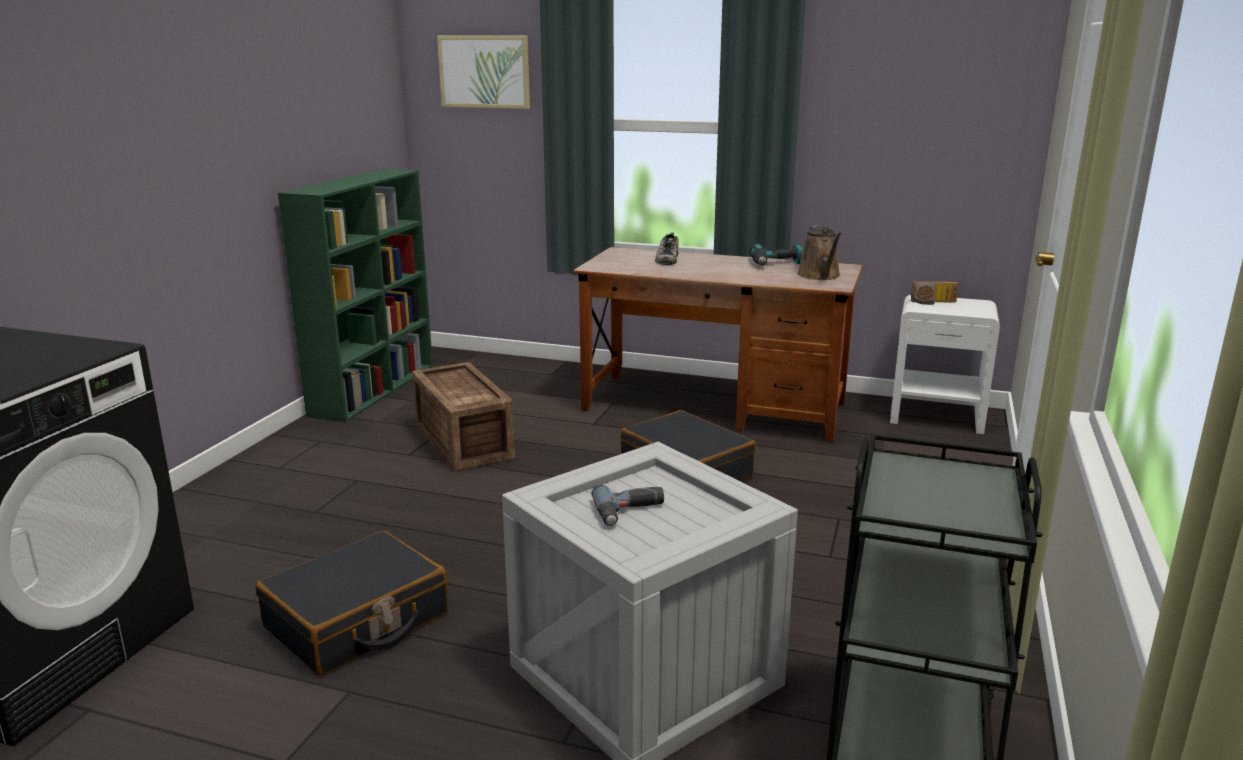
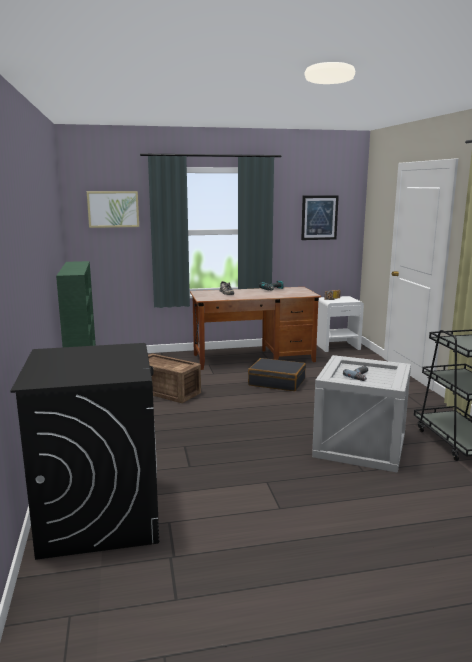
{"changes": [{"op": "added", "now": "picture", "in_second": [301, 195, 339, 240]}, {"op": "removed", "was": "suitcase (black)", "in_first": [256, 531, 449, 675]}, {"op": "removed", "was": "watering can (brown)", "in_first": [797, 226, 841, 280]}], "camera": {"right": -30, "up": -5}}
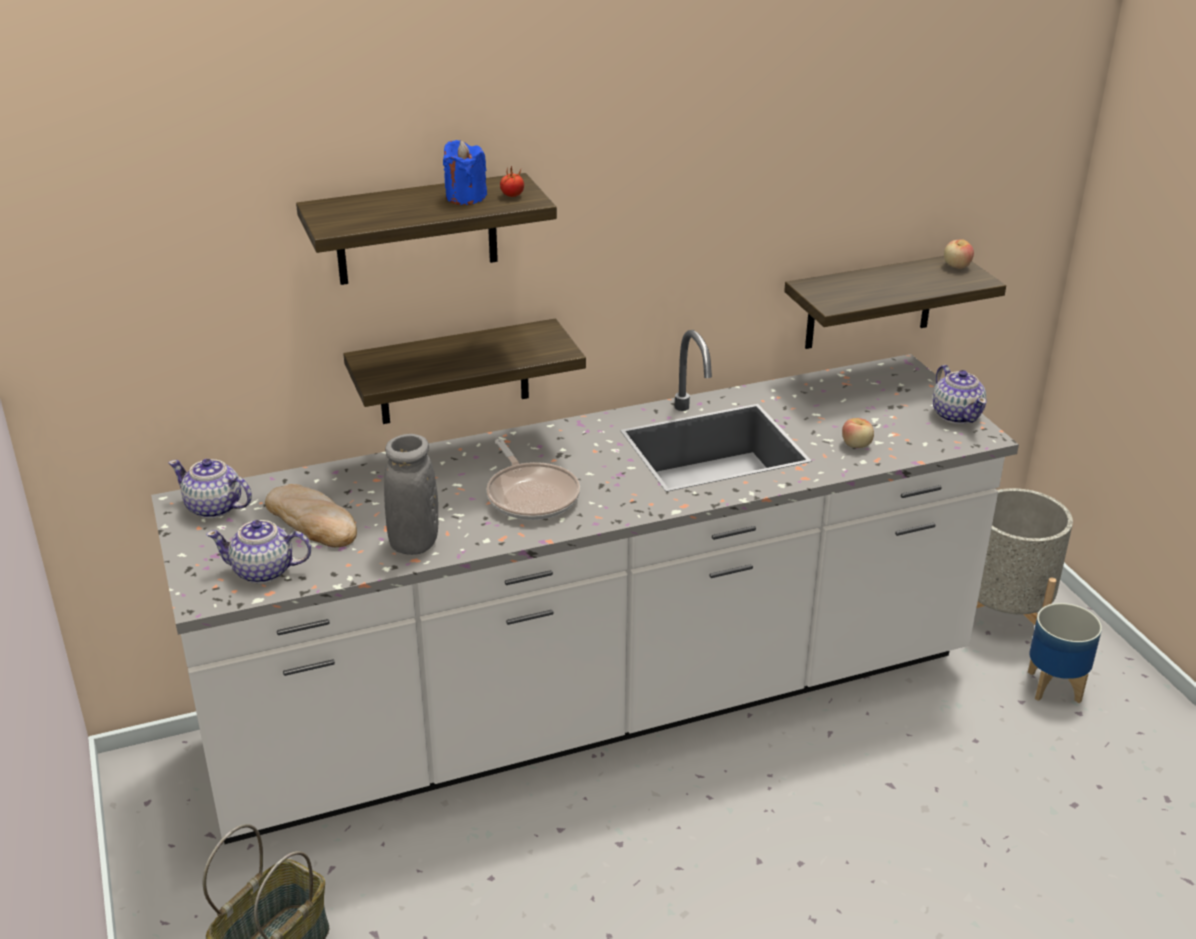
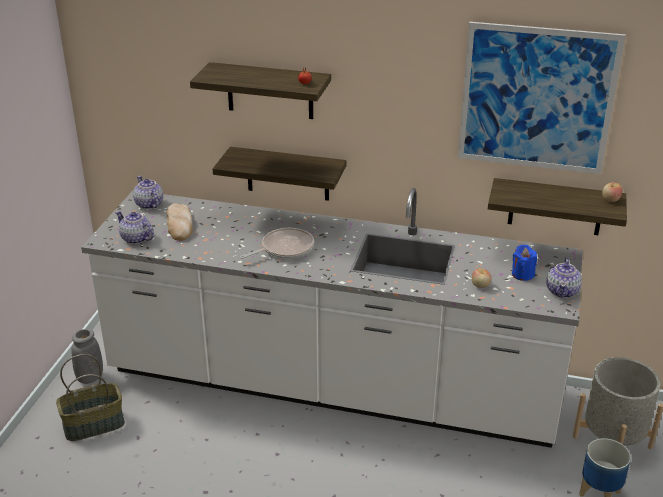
{"changes": [{"op": "moved", "was": "vase (grey)", "in_first": [384, 434, 438, 555], "in_second": [71, 329, 103, 384]}, {"op": "turned", "was": "frying pan", "in_first": [487, 439, 580, 520], "in_second": [240, 228, 314, 259], "clockwise": -135}, {"op": "added", "now": "picture", "in_second": [458, 22, 626, 174]}, {"op": "moved", "was": "candle (blue)", "in_first": [443, 140, 487, 205], "in_second": [512, 245, 537, 281]}], "camera": {"right": 35, "up": 0}}
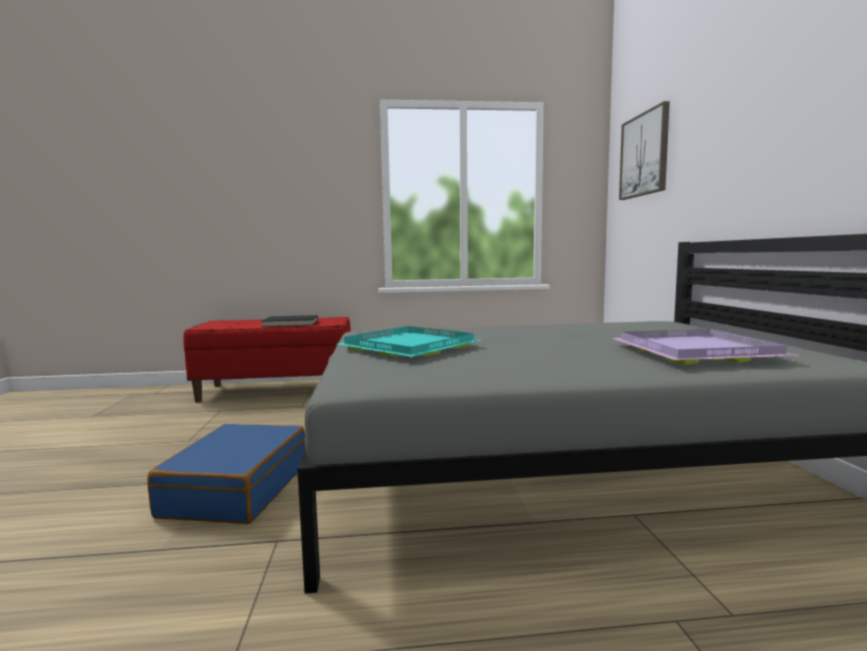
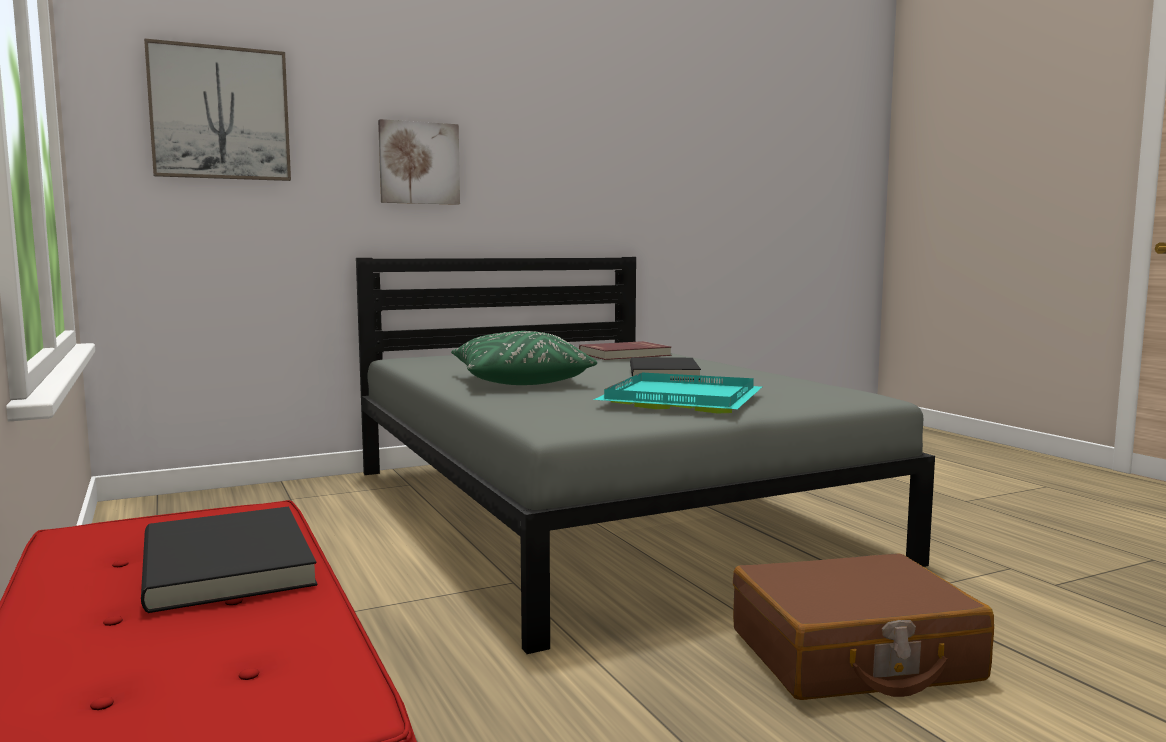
{"changes": [{"op": "added", "now": "picture", "in_second": [378, 119, 460, 205]}, {"op": "added", "now": "pillow (green)", "in_second": [451, 331, 597, 385]}, {"op": "replaced", "was": "tray (purple)", "now": "book (red)", "in_first": [612, 329, 799, 365], "in_second": [579, 341, 671, 360]}, {"op": "added", "now": "book (black)", "in_second": [630, 357, 701, 380]}, {"op": "recoloured", "was": "suitcase (blue)", "now": "suitcase (brown)", "in_first": [148, 424, 306, 524], "in_second": [733, 553, 994, 700]}], "camera": {"right": -110, "up": 0}}
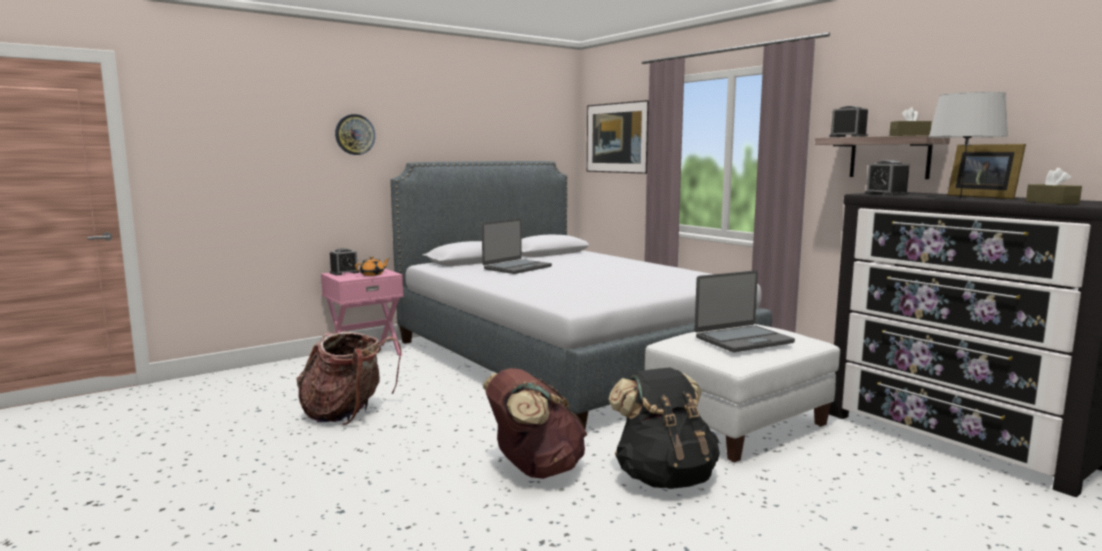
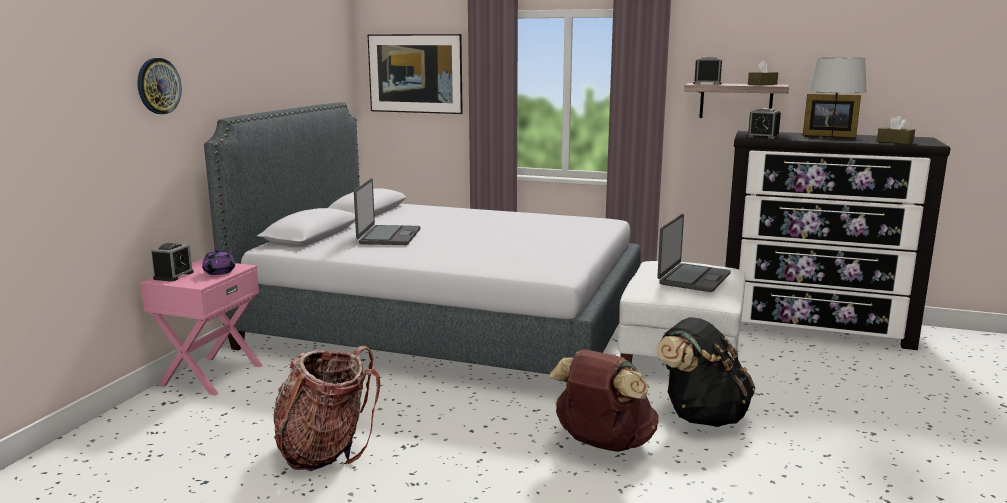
{"changes": [{"op": "recoloured", "was": "teapot (orange)", "now": "teapot (purple)", "in_first": [355, 256, 390, 276], "in_second": [202, 247, 235, 275]}], "camera": {"right": -35, "up": 5}}
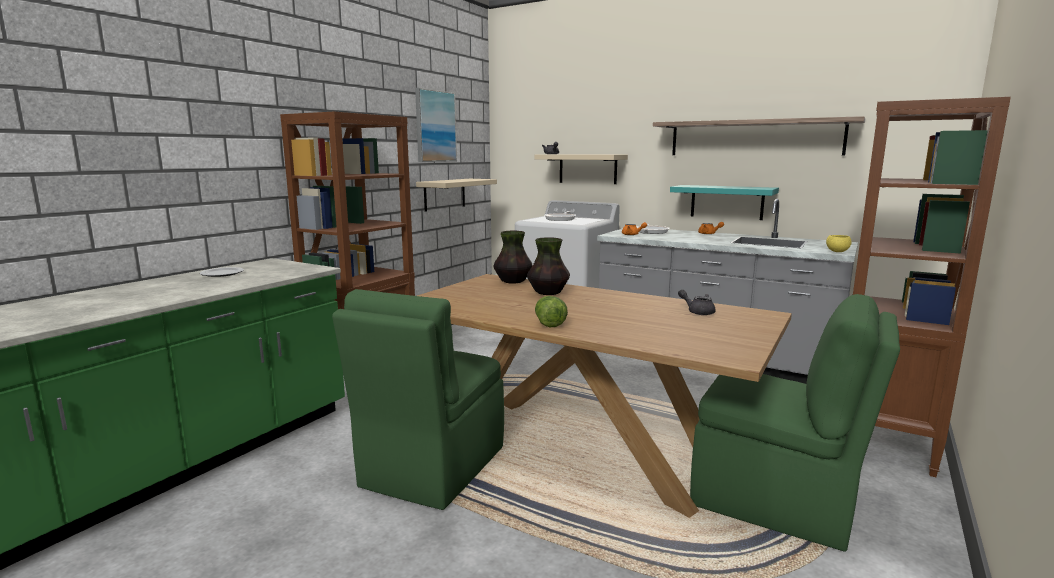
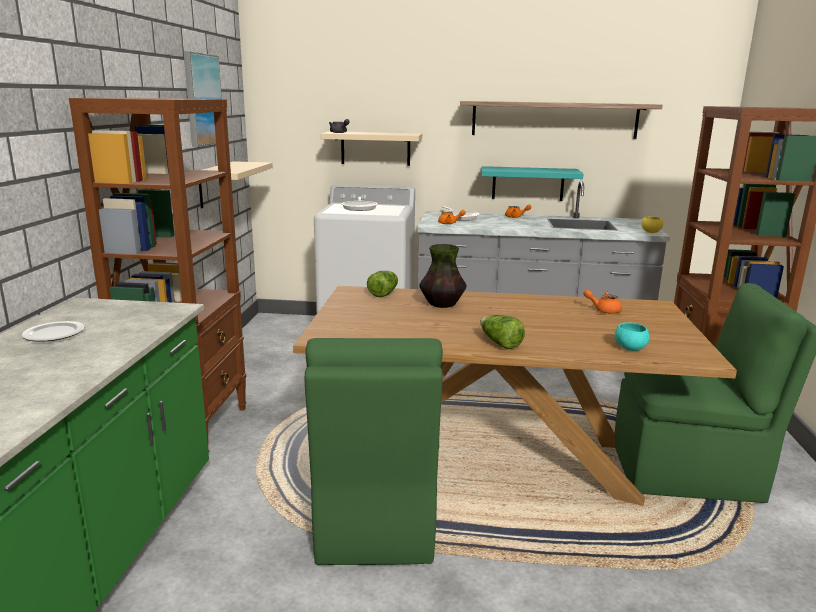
{"changes": [{"op": "replaced", "was": "vase", "now": "lettuce", "in_first": [494, 231, 532, 283], "in_second": [367, 271, 398, 297]}, {"op": "recoloured", "was": "teapot (grey)", "now": "teapot (orange)", "in_first": [678, 289, 716, 315], "in_second": [583, 290, 622, 314]}, {"op": "added", "now": "bowl (turquoise)", "in_second": [615, 322, 649, 351]}], "camera": {"right": -25, "up": 5}}
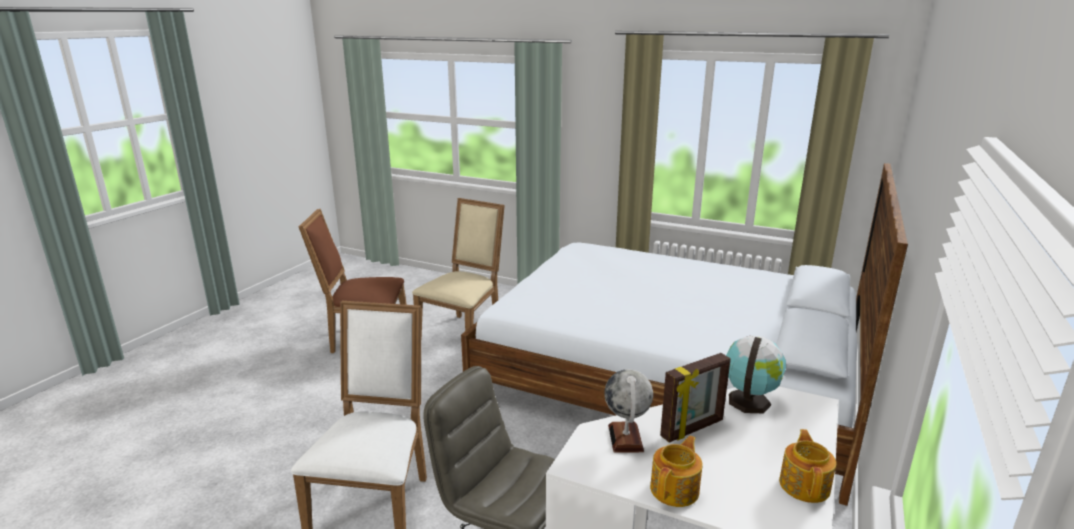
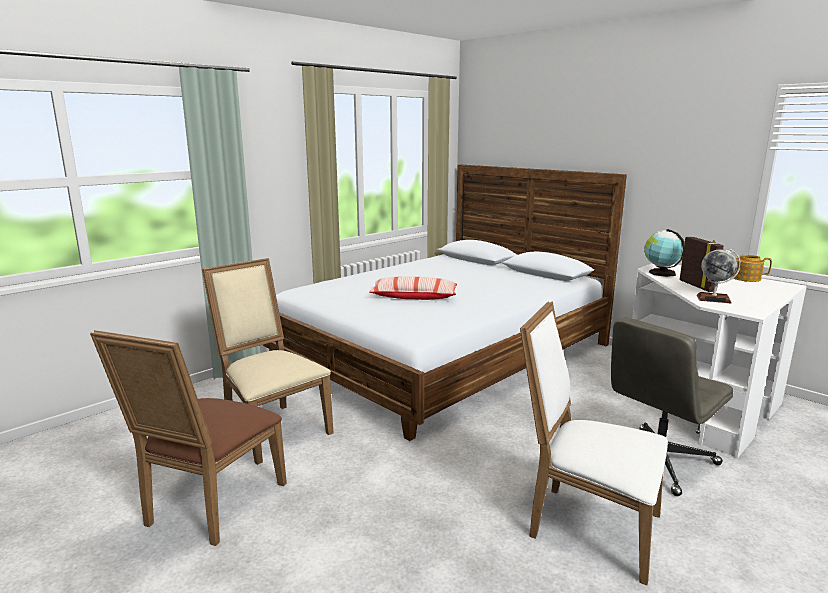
{"changes": [{"op": "added", "now": "pillow", "in_second": [369, 276, 457, 300]}, {"op": "removed", "was": "teapot", "in_first": [650, 435, 703, 507]}], "camera": {"right": -70, "up": -5}}
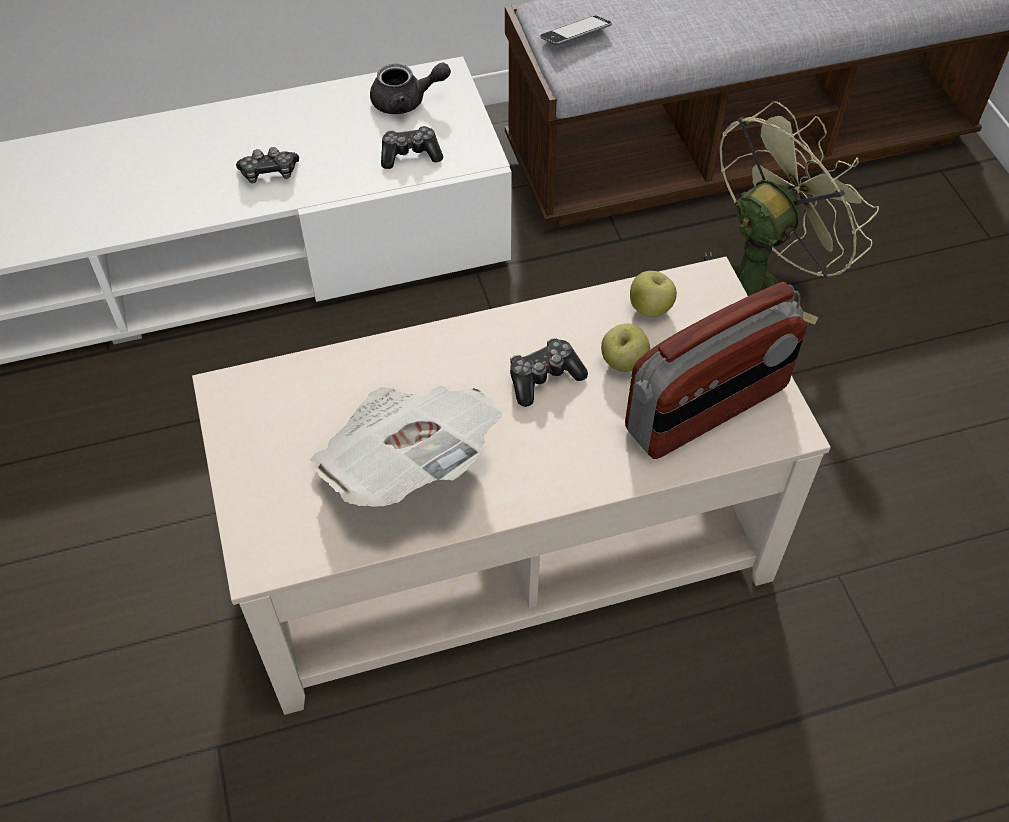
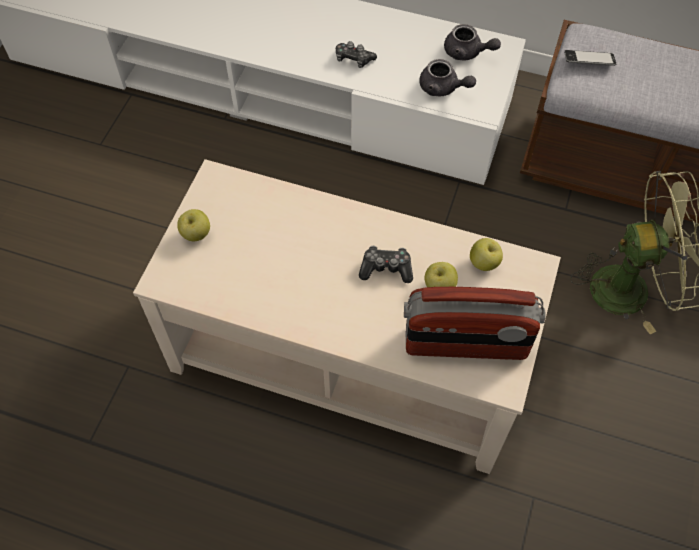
{"changes": [{"op": "added", "now": "apple", "in_second": [177, 209, 210, 241]}, {"op": "replaced", "was": "game controller", "now": "teapot (grey)", "in_first": [381, 126, 443, 169], "in_second": [419, 59, 476, 96]}, {"op": "removed", "was": "newspaper", "in_first": [310, 386, 502, 507]}], "camera": {"right": 35, "up": 5}}
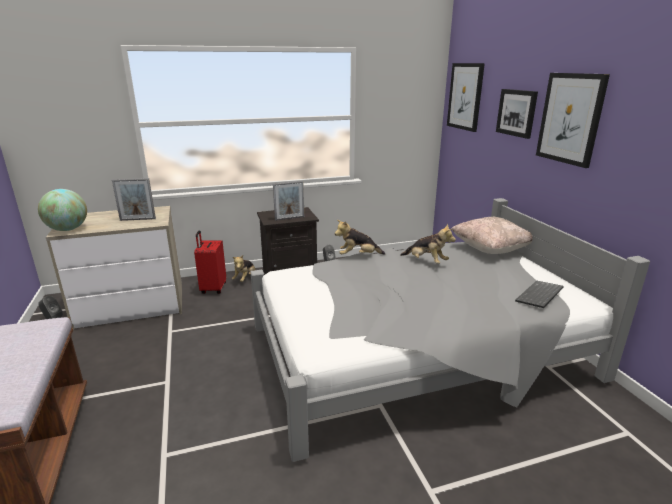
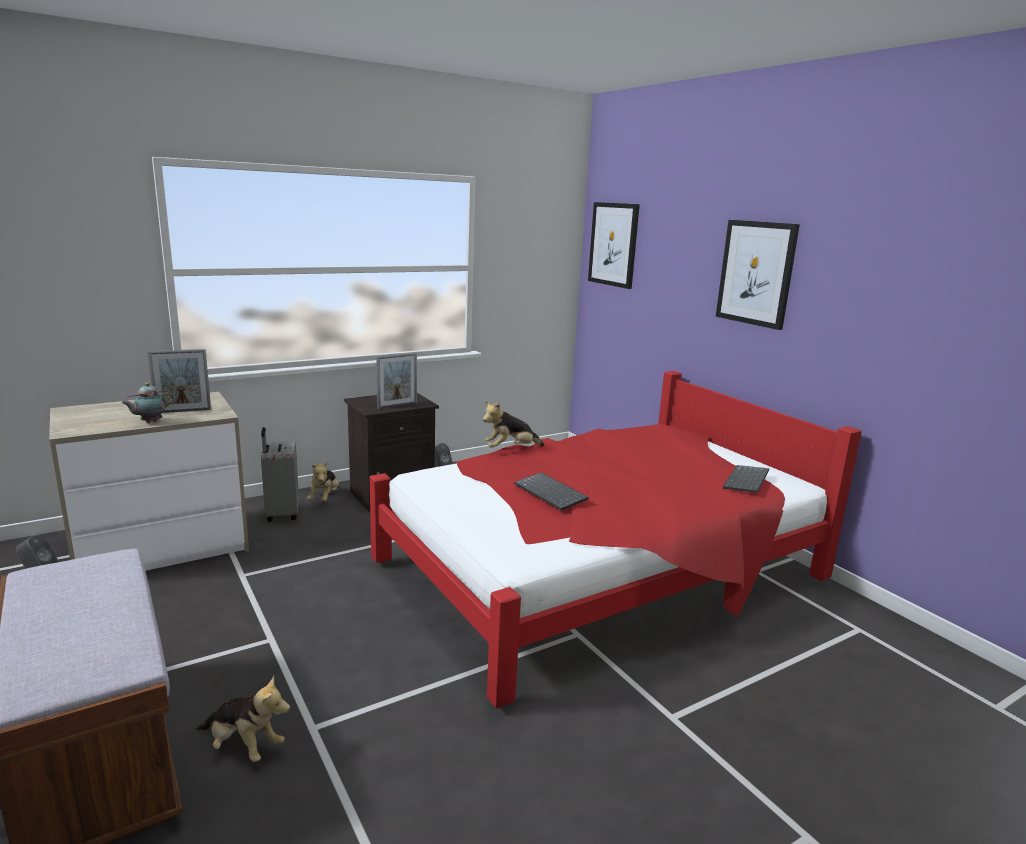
{"changes": [{"op": "added", "now": "teapot", "in_second": [122, 383, 174, 423]}, {"op": "moved", "was": "plush toy", "in_first": [400, 224, 456, 264], "in_second": [196, 675, 290, 762]}, {"op": "recoloured", "was": "suitcase (red)", "now": "suitcase (grey)", "in_first": [194, 230, 226, 294], "in_second": [261, 427, 299, 522]}, {"op": "recoloured", "was": "bed (grey)", "now": "bed (red)", "in_first": [251, 198, 650, 462], "in_second": [370, 371, 862, 708]}, {"op": "added", "now": "keyboard", "in_second": [514, 472, 589, 511]}, {"op": "removed", "was": "globe", "in_first": [38, 189, 87, 231]}, {"op": "removed", "was": "pillow (beige)", "in_first": [451, 217, 533, 254]}, {"op": "removed", "was": "picture", "in_first": [496, 89, 538, 139]}], "camera": {"right": -15, "up": -5}}
